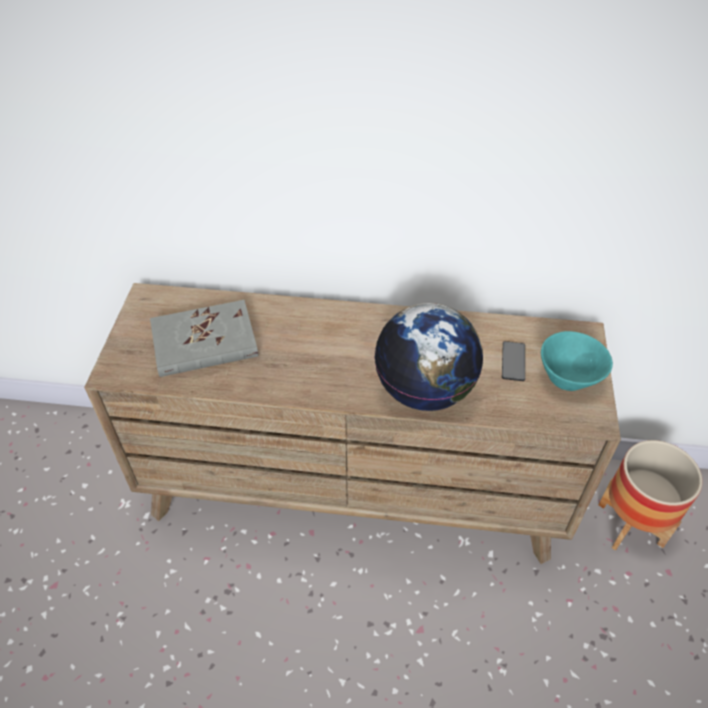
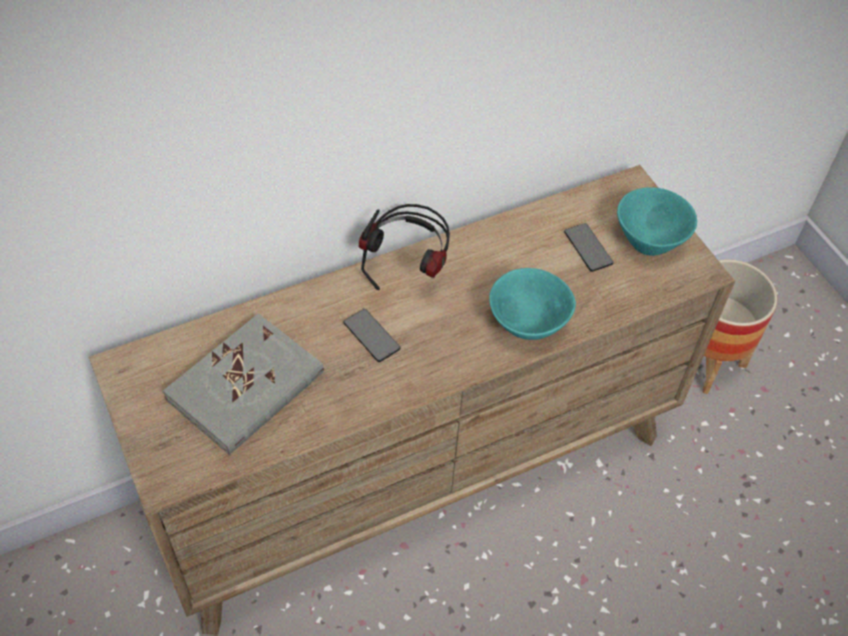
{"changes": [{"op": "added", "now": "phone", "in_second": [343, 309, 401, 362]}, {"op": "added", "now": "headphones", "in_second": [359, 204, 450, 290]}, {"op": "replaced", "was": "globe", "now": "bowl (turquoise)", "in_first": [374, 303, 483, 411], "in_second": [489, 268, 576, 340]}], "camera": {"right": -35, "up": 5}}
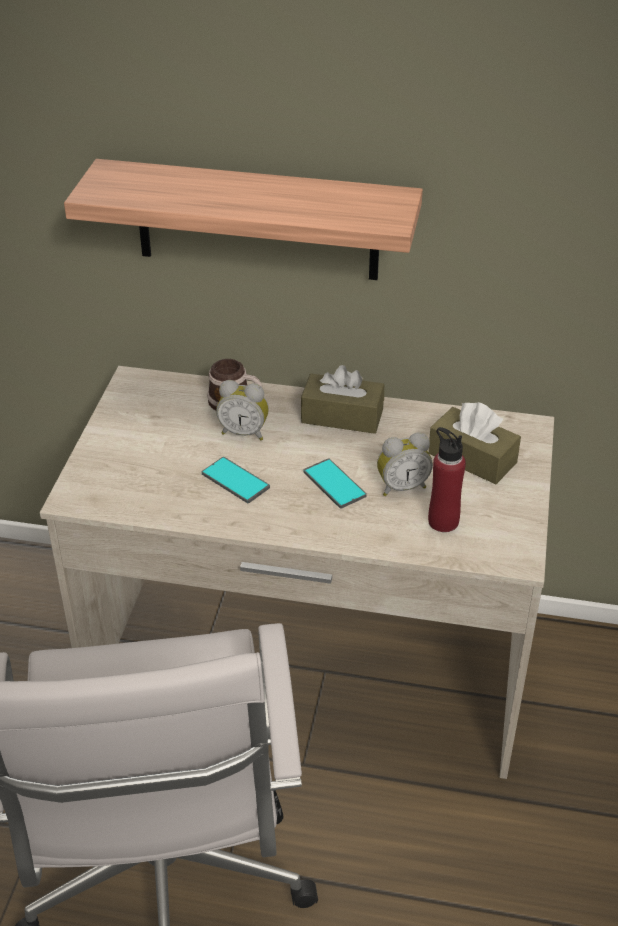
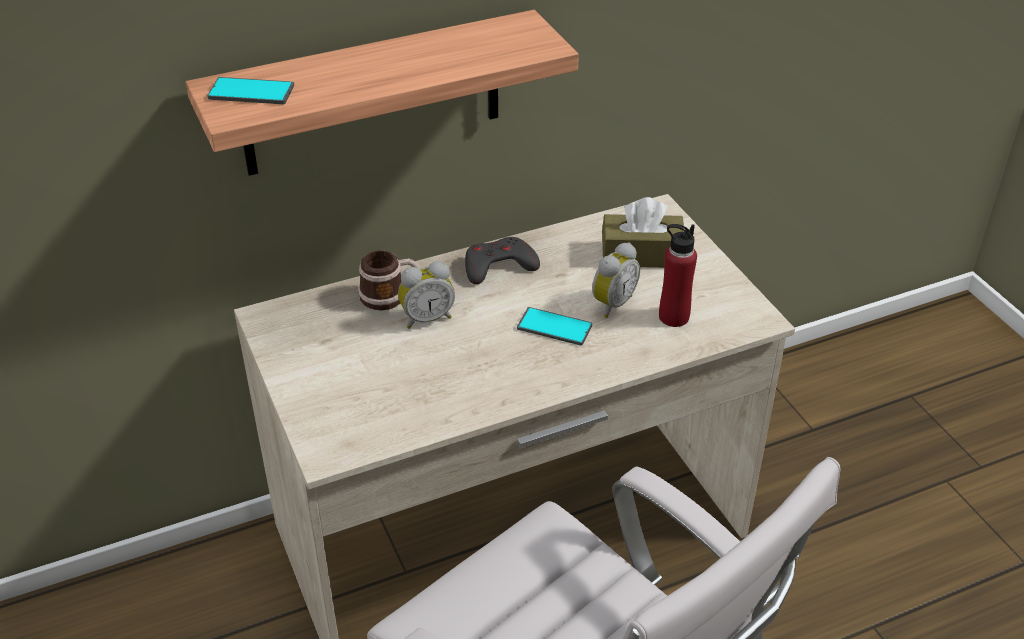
{"changes": [{"op": "moved", "was": "phone", "in_first": [202, 457, 270, 503], "in_second": [207, 77, 294, 104]}, {"op": "replaced", "was": "tissue box (brown)", "now": "game controller (grey)", "in_first": [301, 365, 384, 434], "in_second": [465, 237, 540, 284]}], "camera": {"right": -35, "up": 0}}
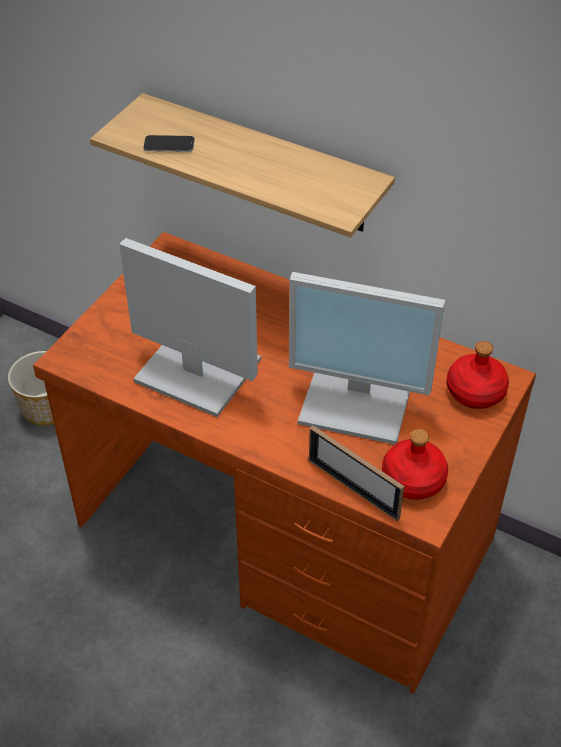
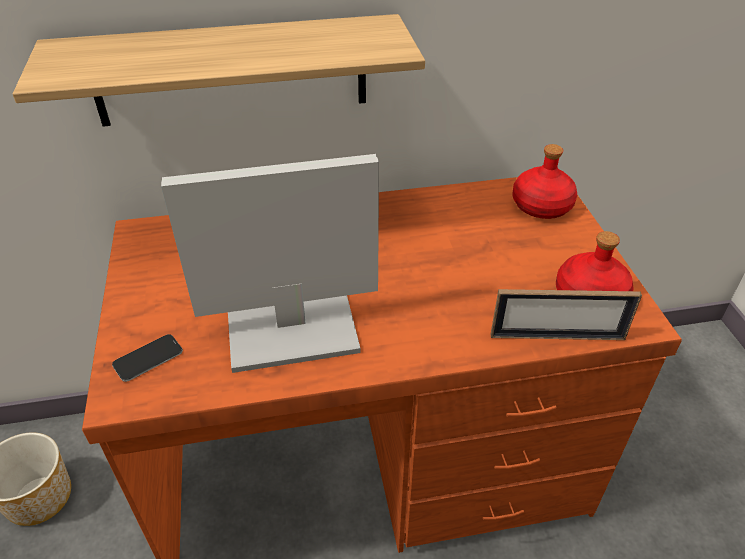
{"changes": [{"op": "moved", "was": "phone", "in_first": [144, 135, 195, 152], "in_second": [112, 334, 183, 382]}, {"op": "removed", "was": "monitor", "in_first": [289, 272, 445, 445]}], "camera": {"right": -40, "up": -5}}
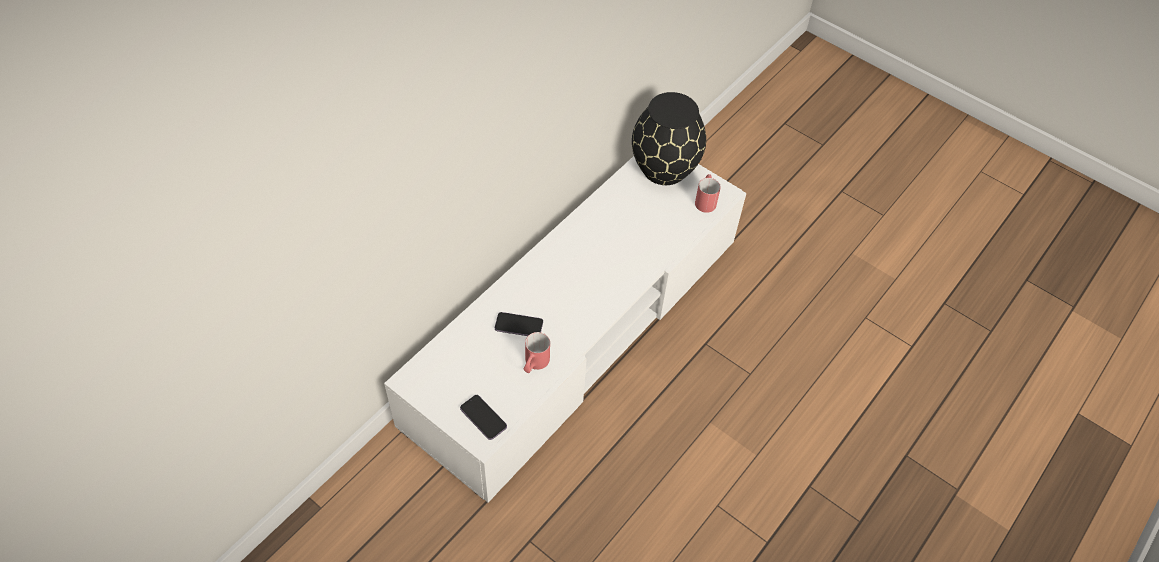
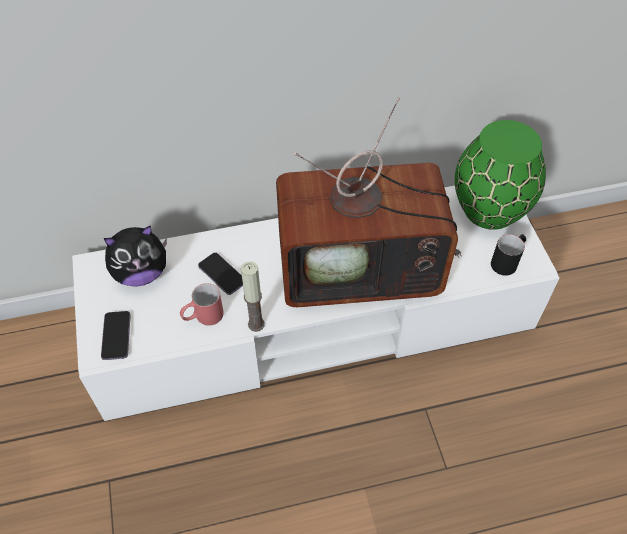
{"changes": [{"op": "added", "now": "plush toy", "in_second": [104, 226, 167, 287]}, {"op": "added", "now": "candle", "in_second": [241, 261, 265, 332]}, {"op": "added", "now": "television", "in_second": [276, 97, 462, 307]}, {"op": "recoloured", "was": "vase (black)", "now": "vase (green)", "in_first": [632, 92, 706, 185], "in_second": [455, 120, 546, 230]}, {"op": "recoloured", "was": "mug (red)", "now": "mug (black)", "in_first": [695, 174, 721, 213], "in_second": [491, 234, 526, 276]}], "camera": {"right": 40, "up": 0}}
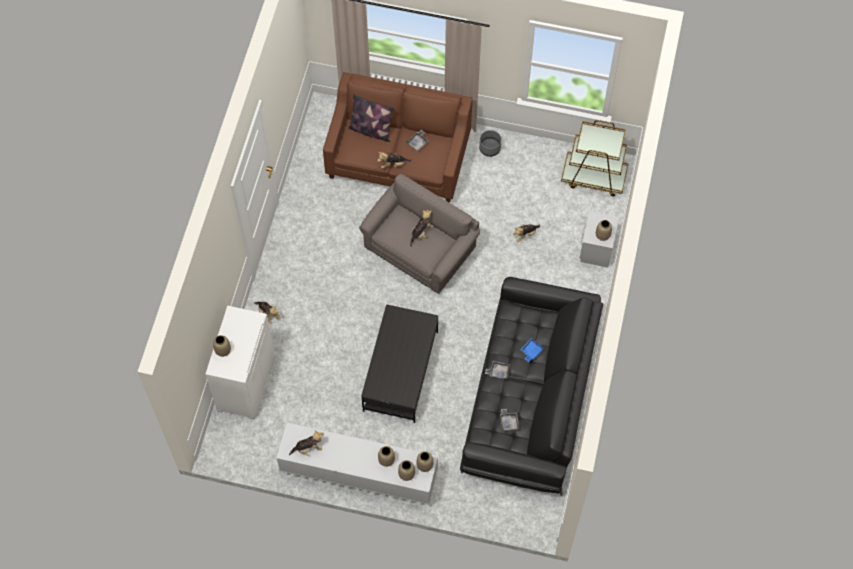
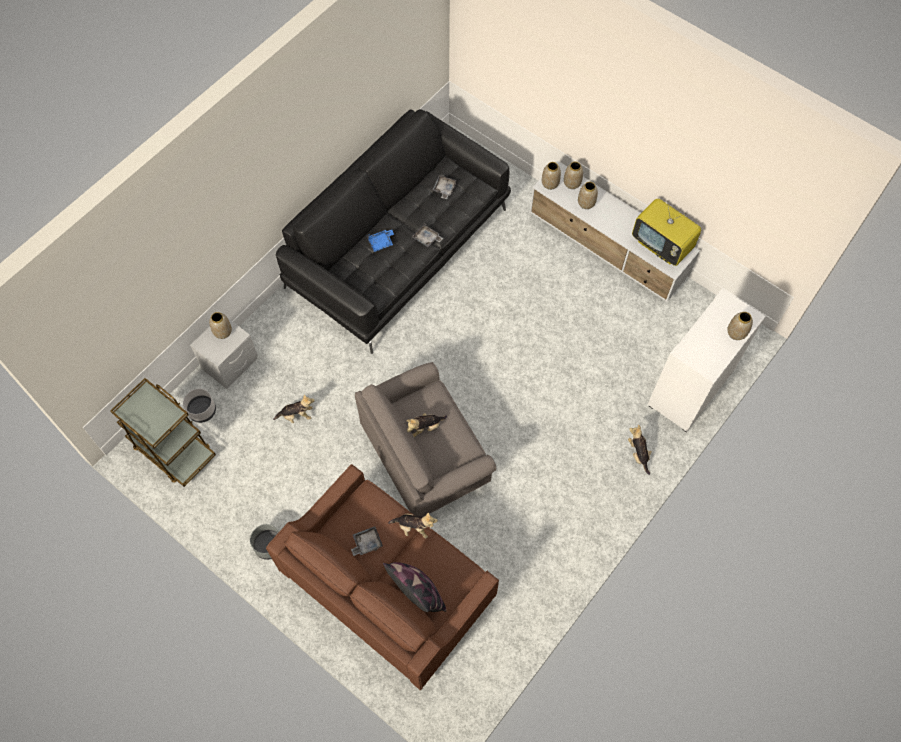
{"changes": [{"op": "added", "now": "planter (grey)", "in_second": [183, 389, 216, 423]}, {"op": "replaced", "was": "plush toy", "now": "television", "in_first": [289, 430, 324, 456], "in_second": [632, 199, 701, 266]}, {"op": "removed", "was": "coffee table (black)", "in_first": [361, 304, 438, 423]}], "camera": {"right": -155, "up": 0}}
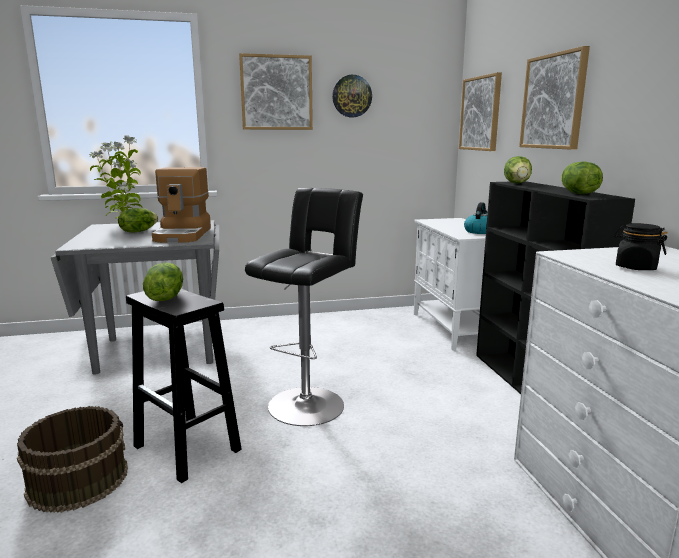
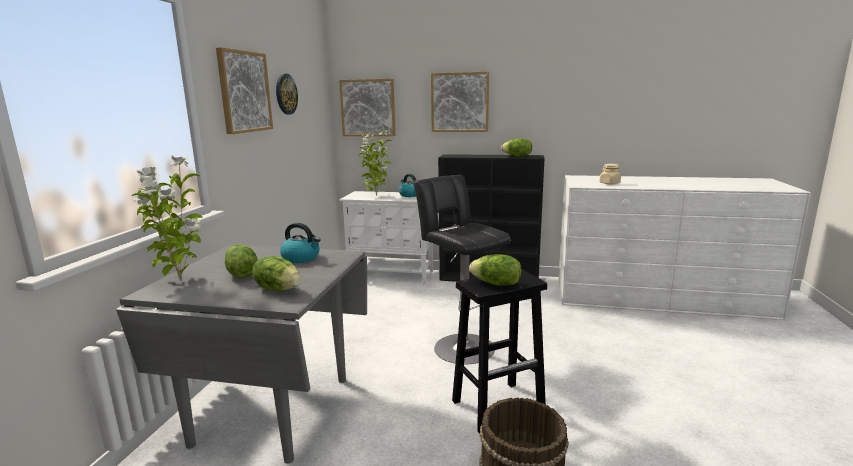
{"changes": [{"op": "moved", "was": "lettuce", "in_first": [504, 156, 532, 183], "in_second": [252, 256, 301, 291]}, {"op": "replaced", "was": "coffee machine", "now": "kettle", "in_first": [152, 167, 211, 243], "in_second": [280, 223, 321, 263]}, {"op": "added", "now": "potted plant", "in_second": [358, 129, 392, 196]}, {"op": "recoloured", "was": "jar (black)", "now": "jar (beige)", "in_first": [614, 223, 668, 270], "in_second": [599, 164, 621, 185]}], "camera": {"right": -65, "up": 0}}
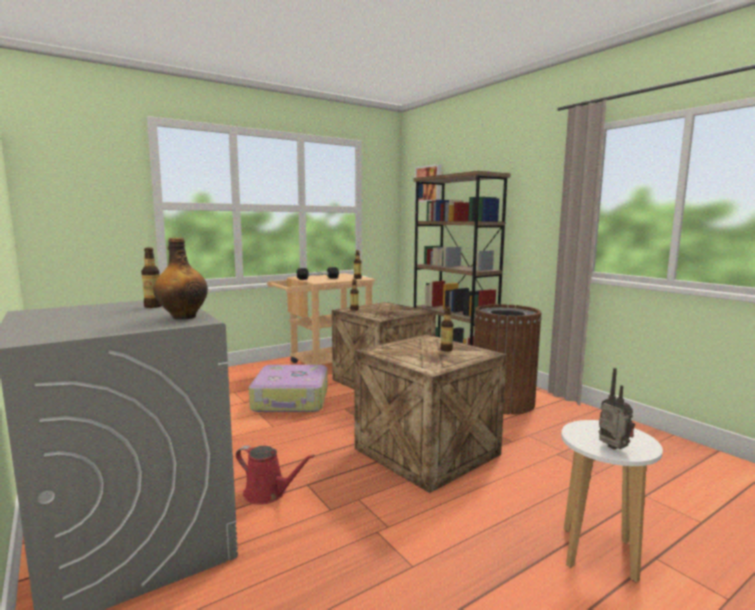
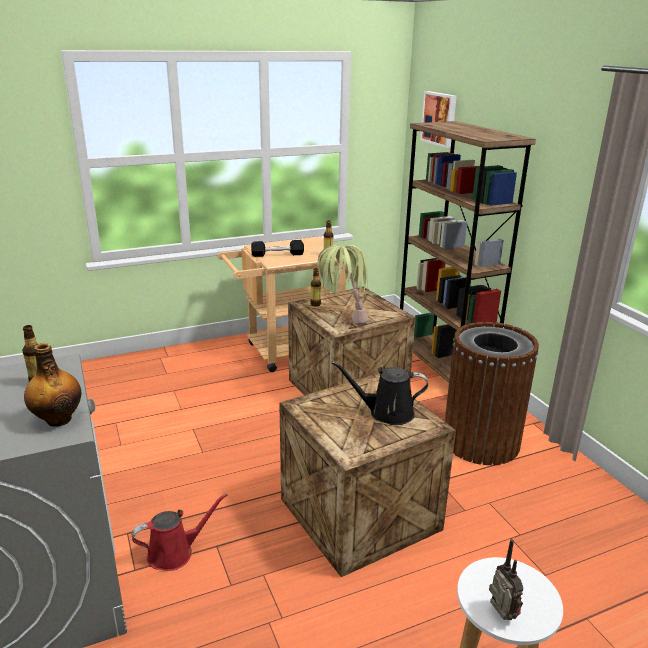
{"changes": [{"op": "turned", "was": "watering can (red)", "in_first": [236, 446, 315, 505], "in_second": [132, 493, 227, 571], "clockwise": -60}, {"op": "added", "now": "potted plant", "in_second": [317, 245, 369, 326]}, {"op": "replaced", "was": "bottle", "now": "watering can (black)", "in_first": [440, 306, 453, 352], "in_second": [332, 361, 428, 425]}, {"op": "removed", "was": "suitcase", "in_first": [249, 365, 328, 412]}], "camera": {"right": 10, "up": 15}}
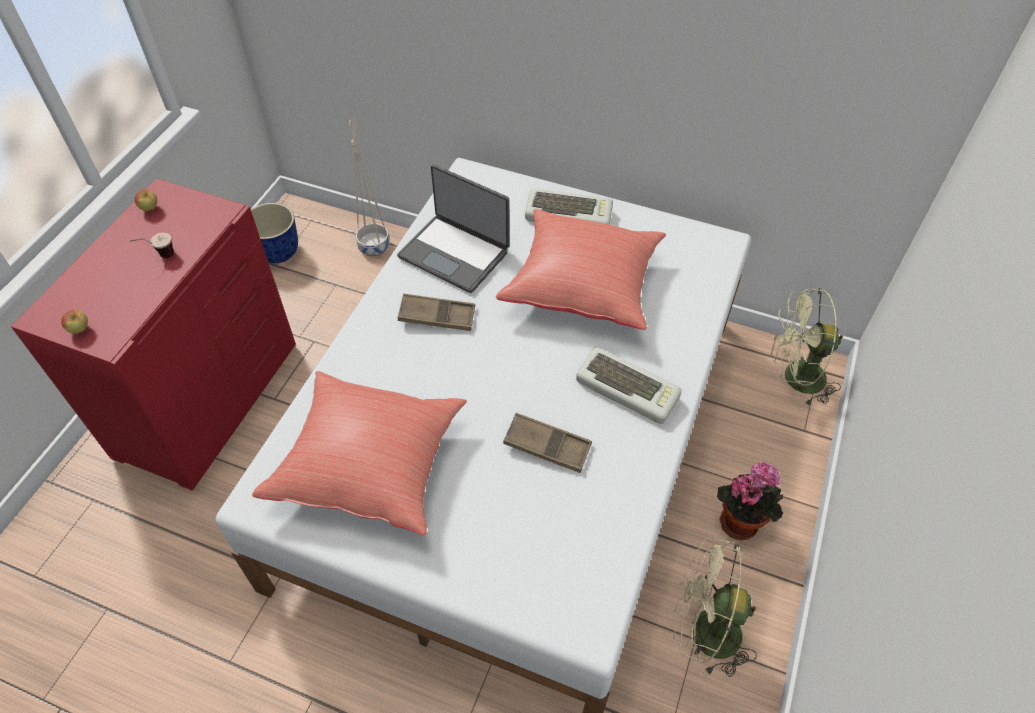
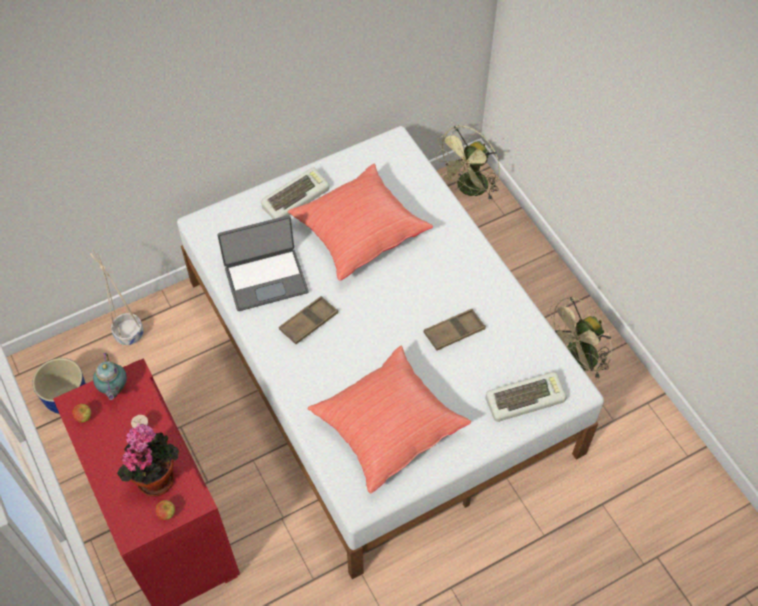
{"changes": [{"op": "added", "now": "teapot", "in_second": [93, 353, 127, 400]}, {"op": "moved", "was": "potted plant", "in_first": [717, 462, 783, 540], "in_second": [117, 424, 179, 497]}, {"op": "moved", "was": "keyboard", "in_first": [576, 347, 682, 424], "in_second": [485, 372, 567, 422]}], "camera": {"right": -50, "up": 5}}
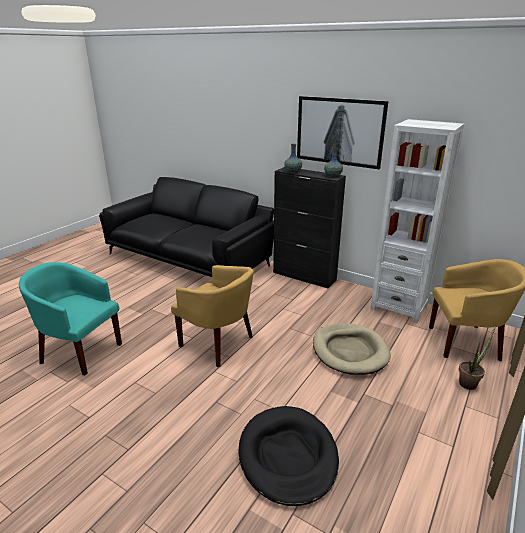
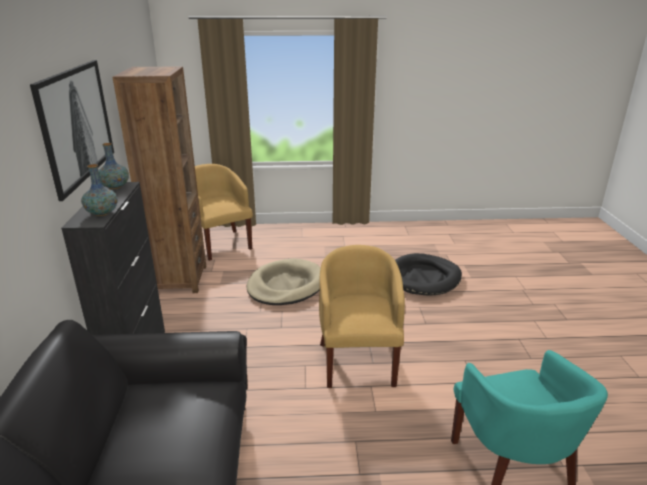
{"changes": [{"op": "recoloured", "was": "bookcase (white)", "now": "bookcase (brown)", "in_first": [370, 119, 464, 323], "in_second": [113, 66, 206, 293]}, {"op": "removed", "was": "potted plant", "in_first": [459, 324, 496, 390]}], "camera": {"right": -125, "up": 0}}
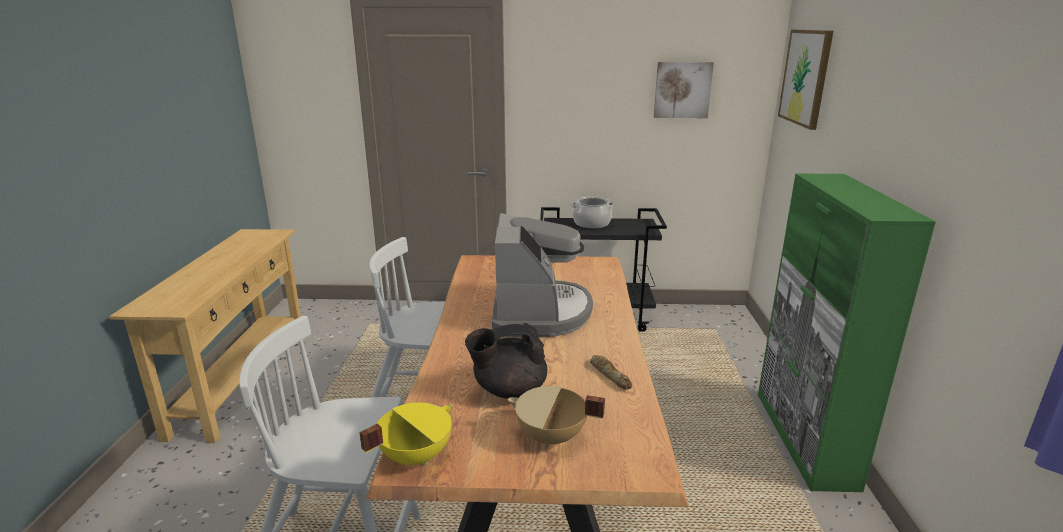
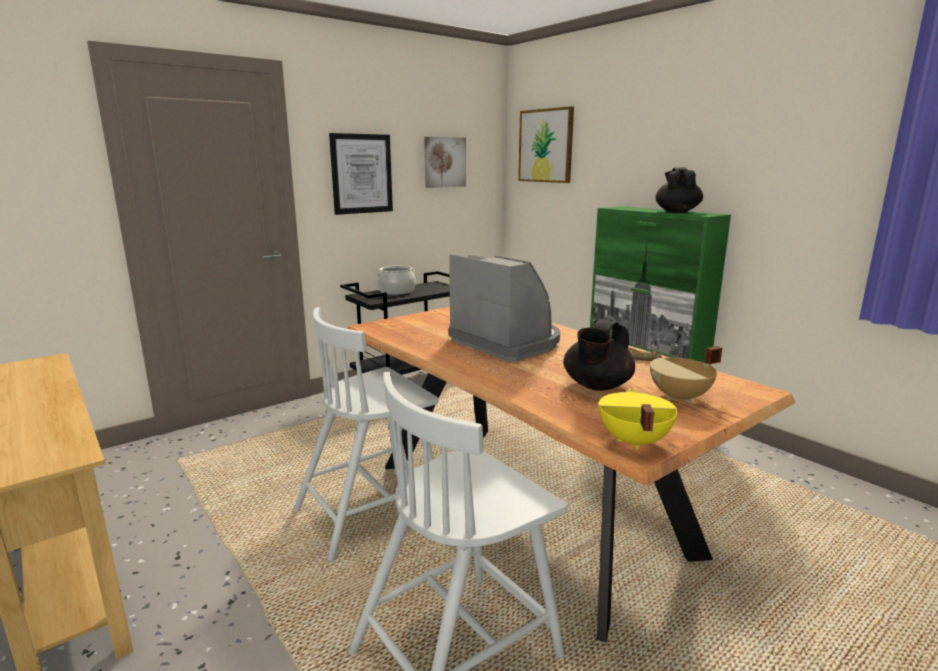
{"changes": [{"op": "added", "now": "picture", "in_second": [329, 133, 393, 215]}, {"op": "added", "now": "teapot (black)", "in_second": [655, 167, 703, 213]}], "camera": {"right": -40, "up": -5}}
